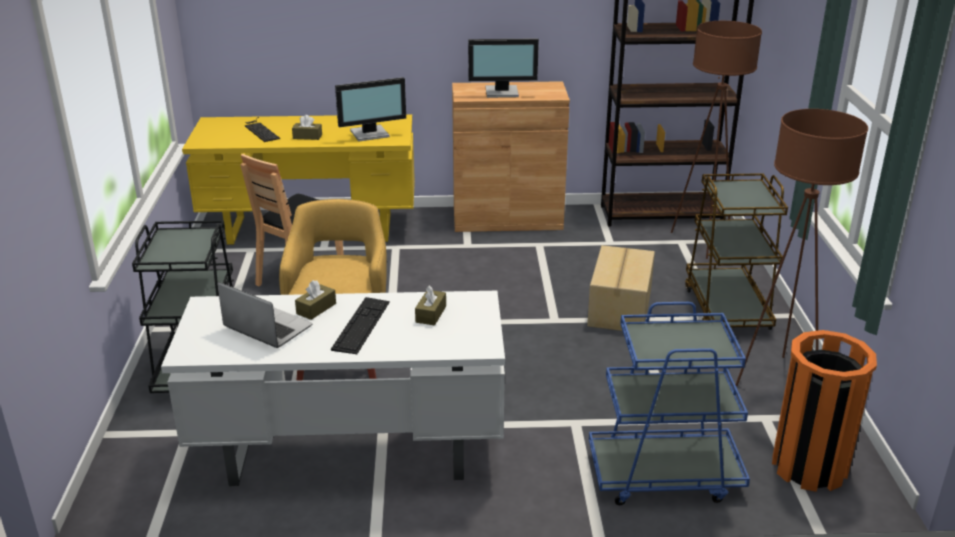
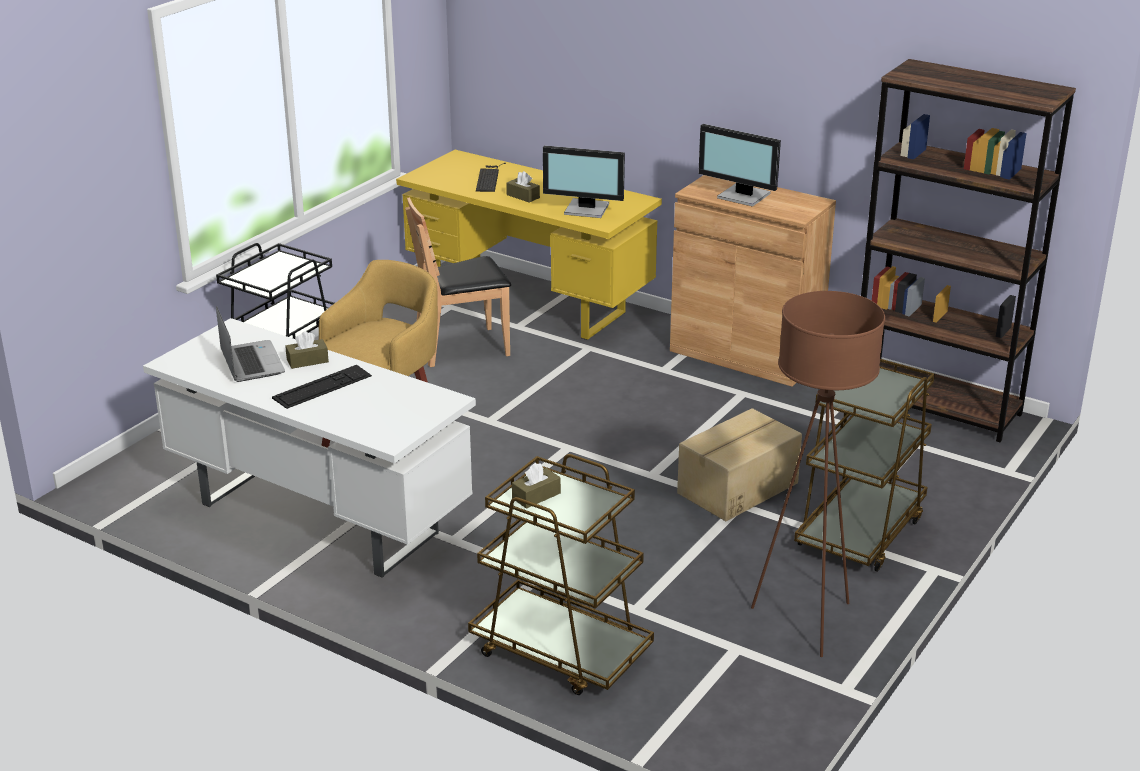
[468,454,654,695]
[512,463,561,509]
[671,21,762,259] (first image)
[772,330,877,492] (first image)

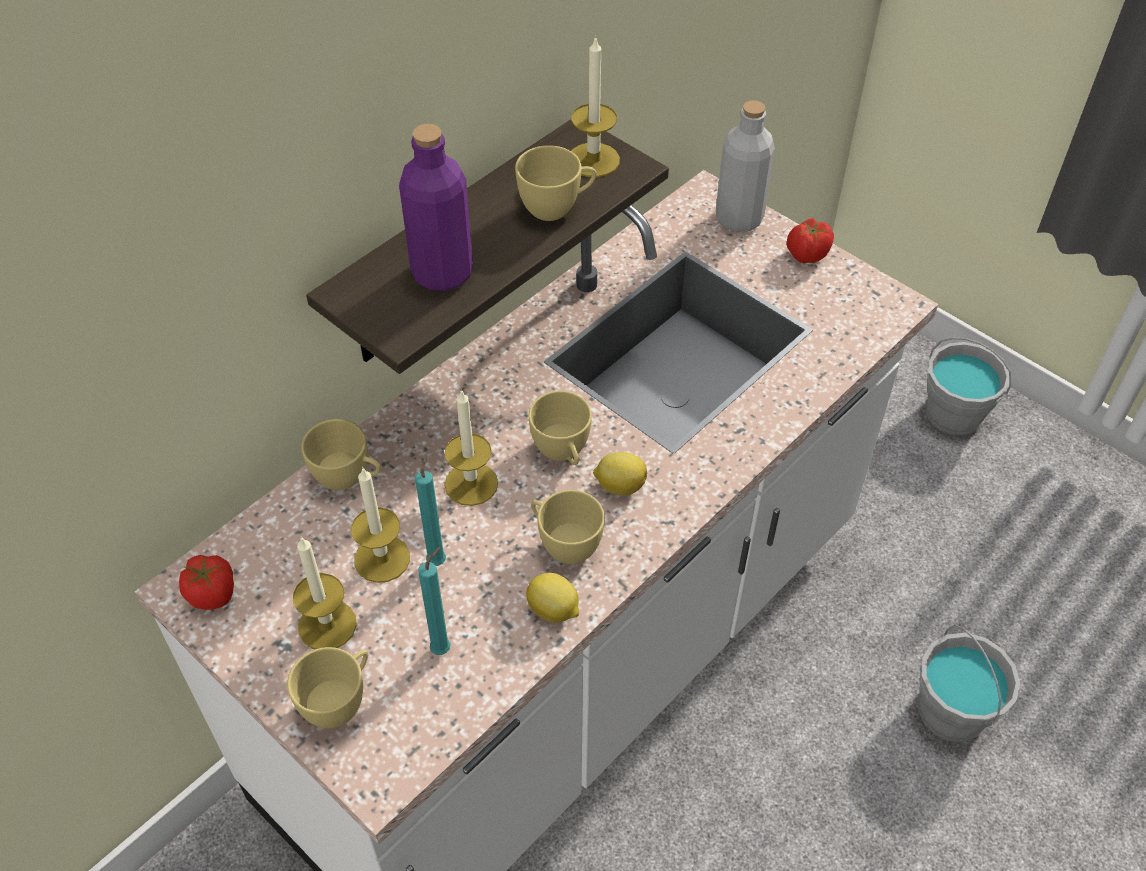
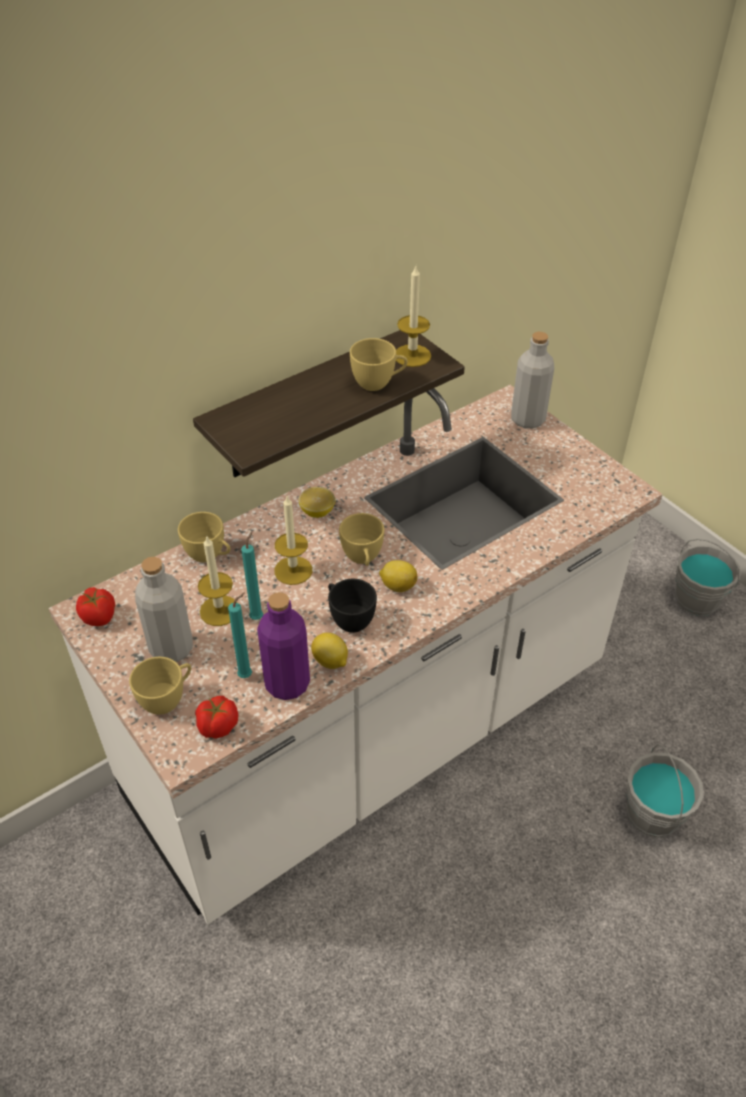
[135,557,193,662]
[195,696,238,739]
[257,592,310,700]
[299,487,336,518]
[328,579,377,633]

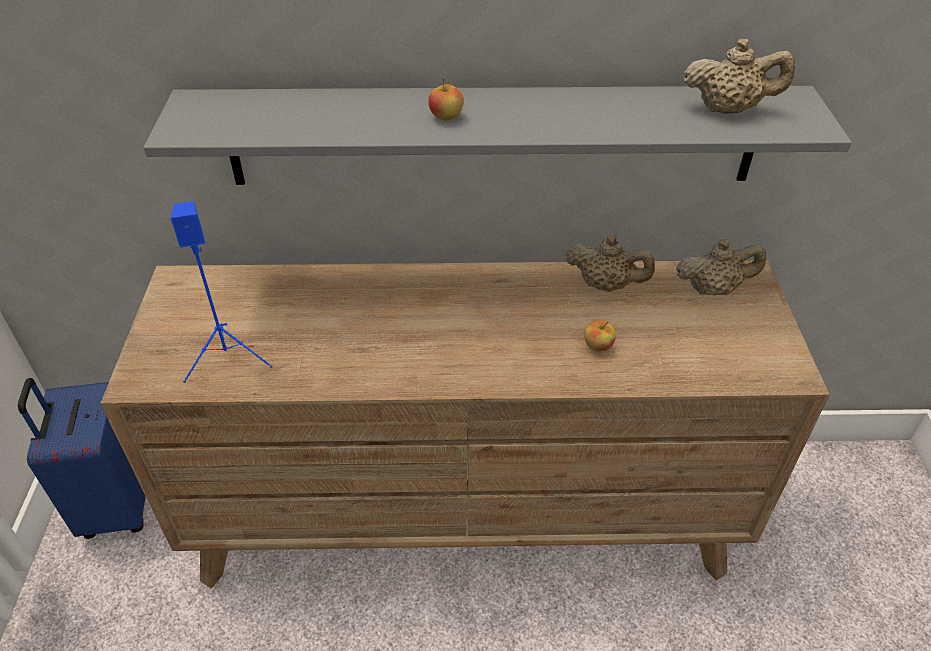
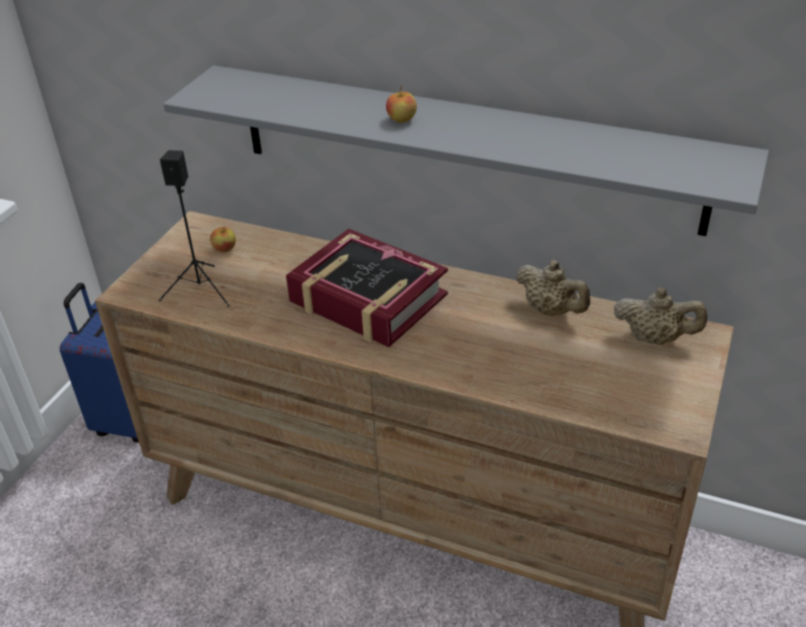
[159,150,230,307]
[210,227,236,252]
[286,229,448,347]
[684,39,795,114] (first image)

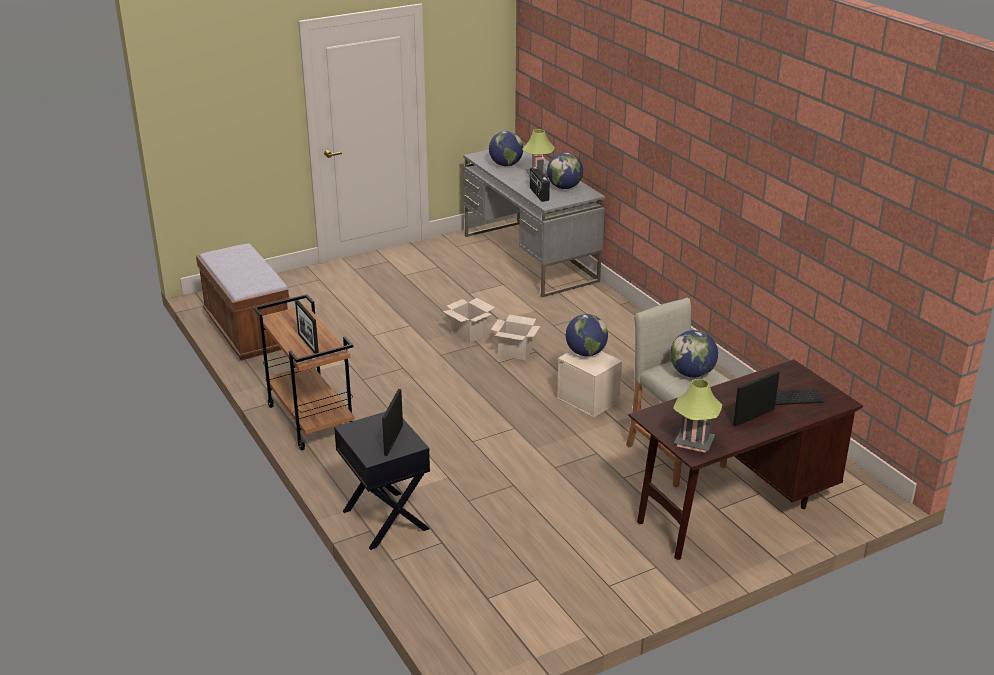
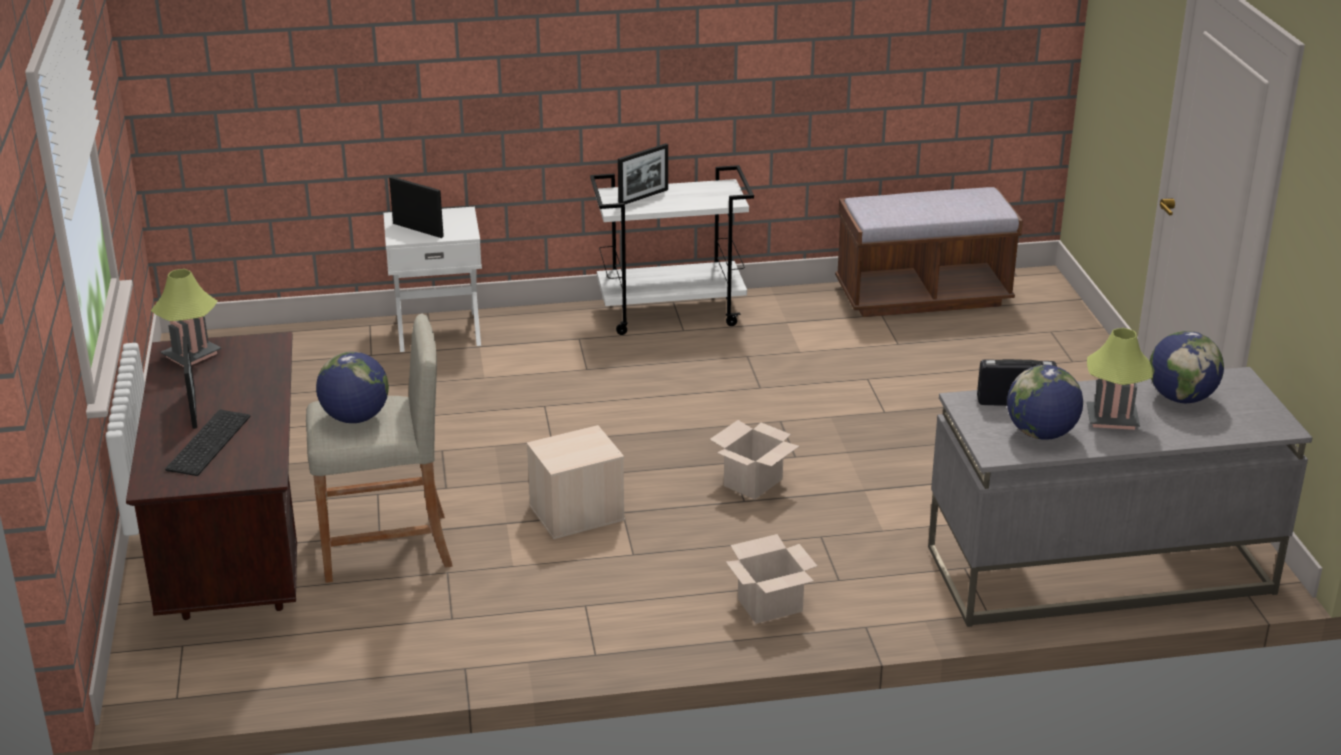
[383,207,482,352]
[590,165,754,335]
[618,143,668,204]
[726,534,817,624]
[566,314,608,356] (first image)

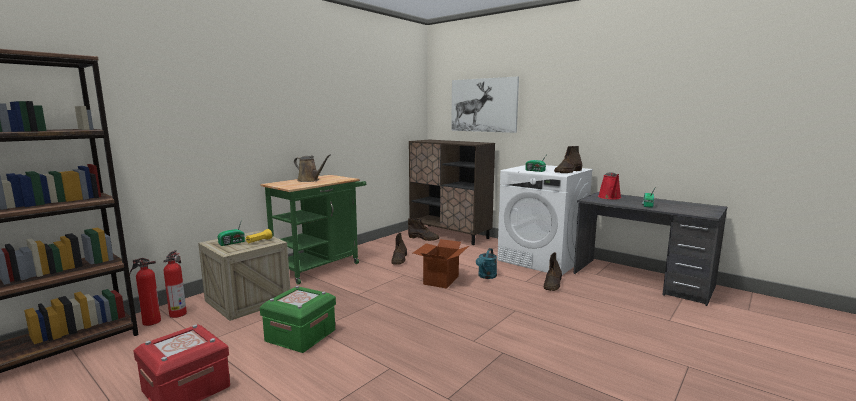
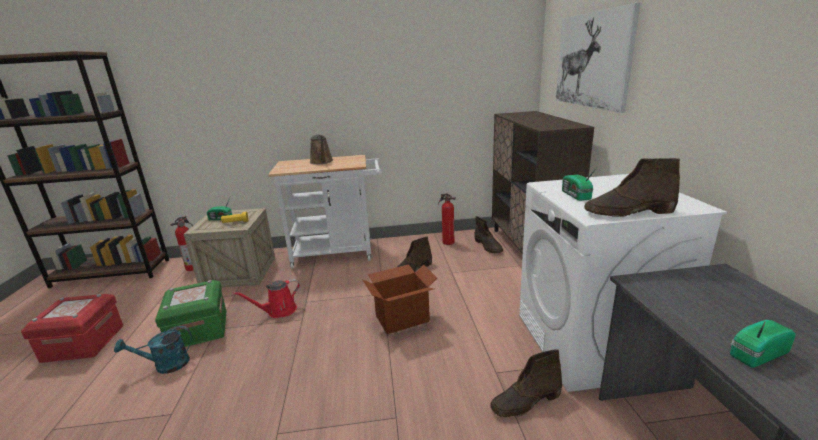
[114,326,192,374]
[234,279,300,318]
[268,155,381,269]
[438,194,456,245]

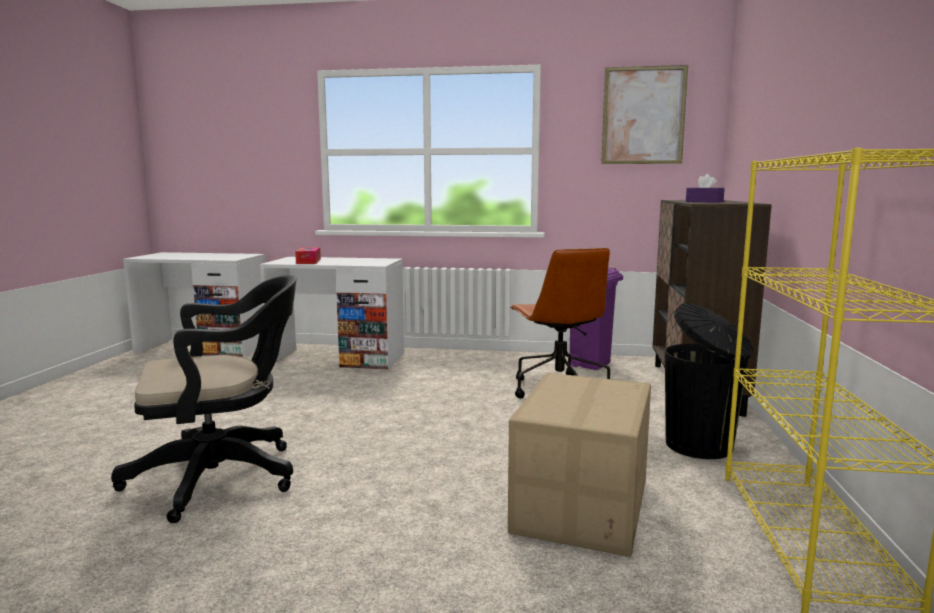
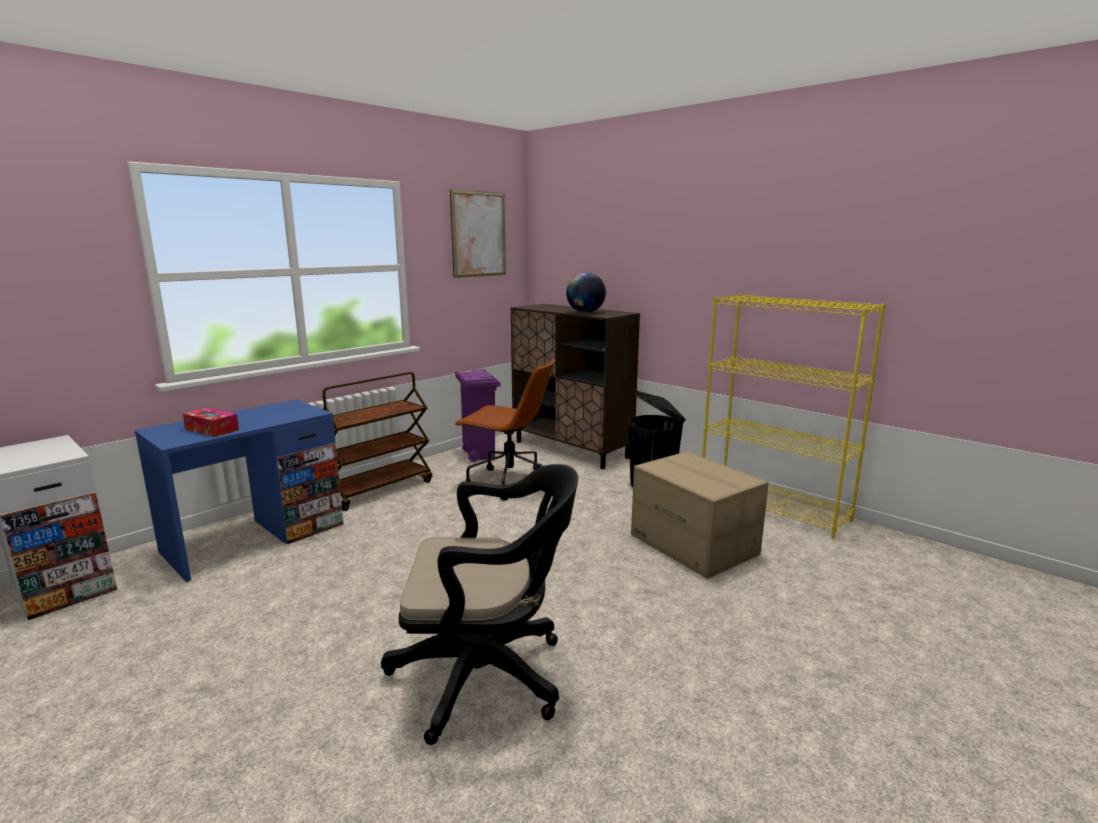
[134,399,344,582]
[323,372,432,511]
[381,464,578,745]
[566,272,606,313]

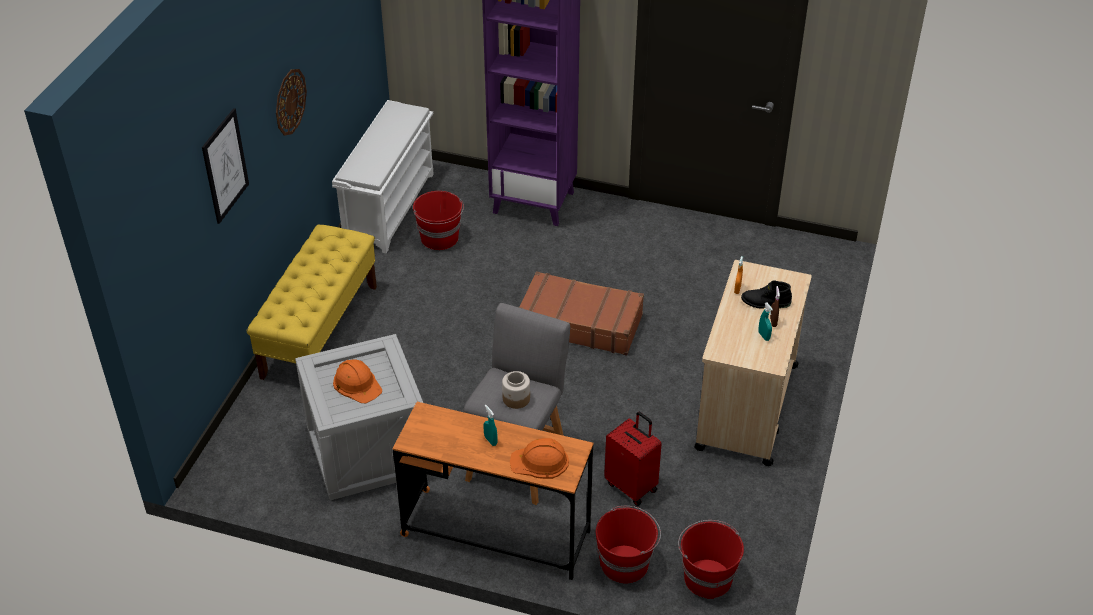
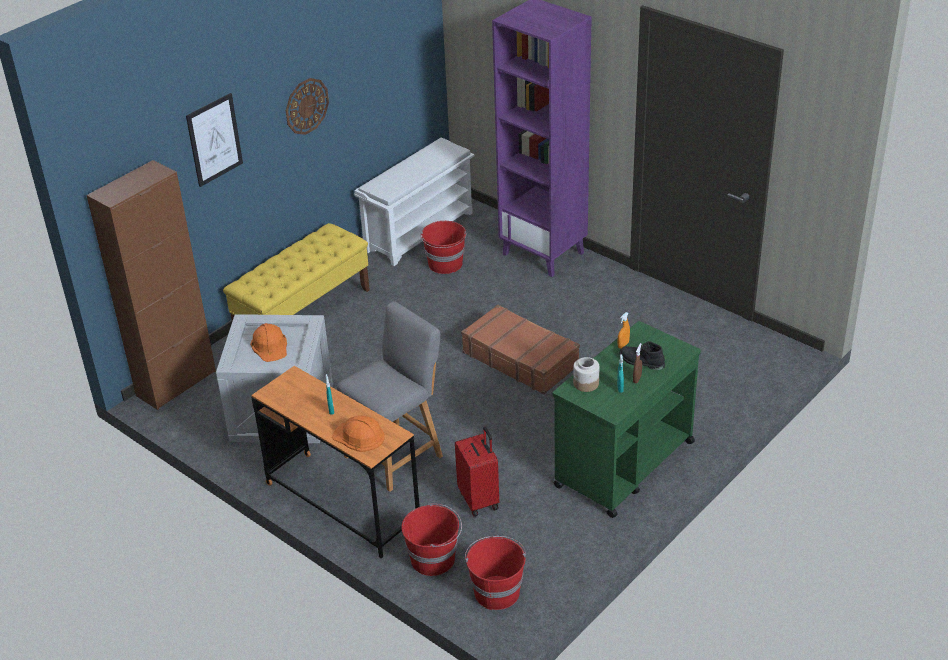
[86,160,216,410]
[553,321,701,518]
[573,357,599,392]

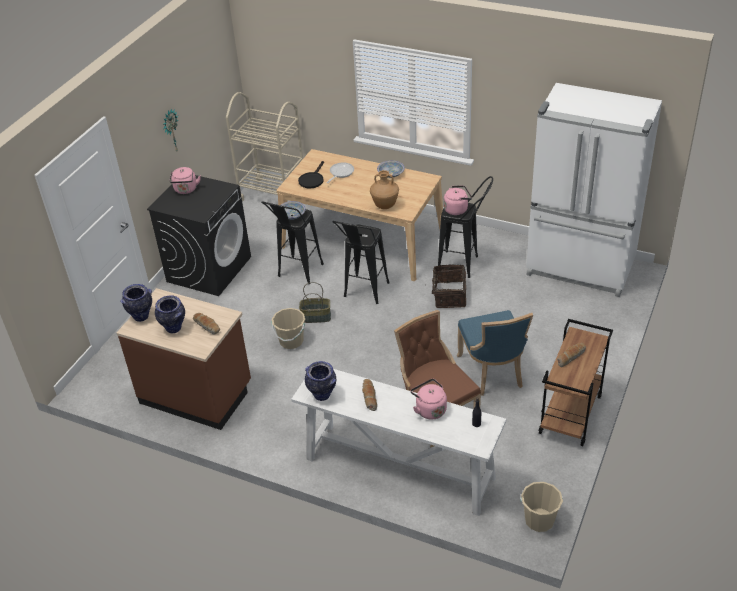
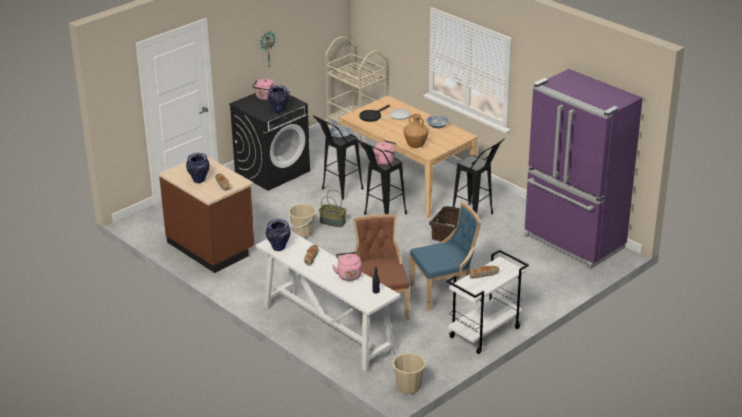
[266,85,290,113]
[373,140,396,165]
[409,202,481,310]
[446,250,529,354]
[524,69,643,269]

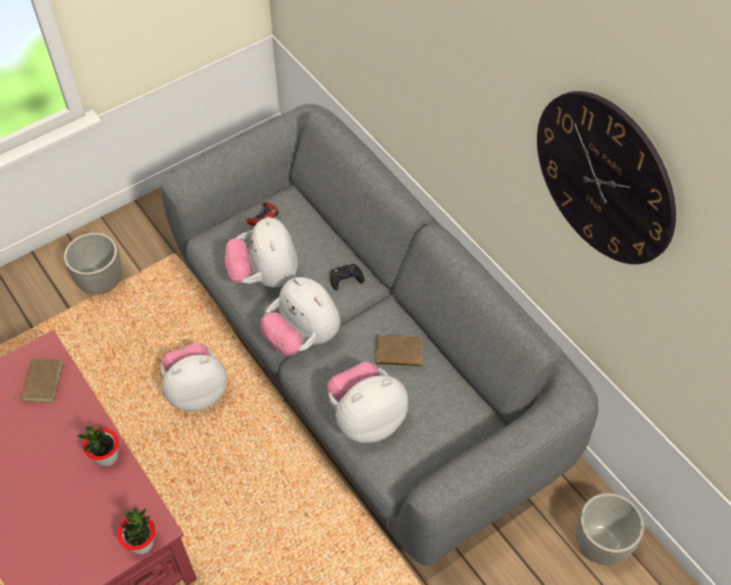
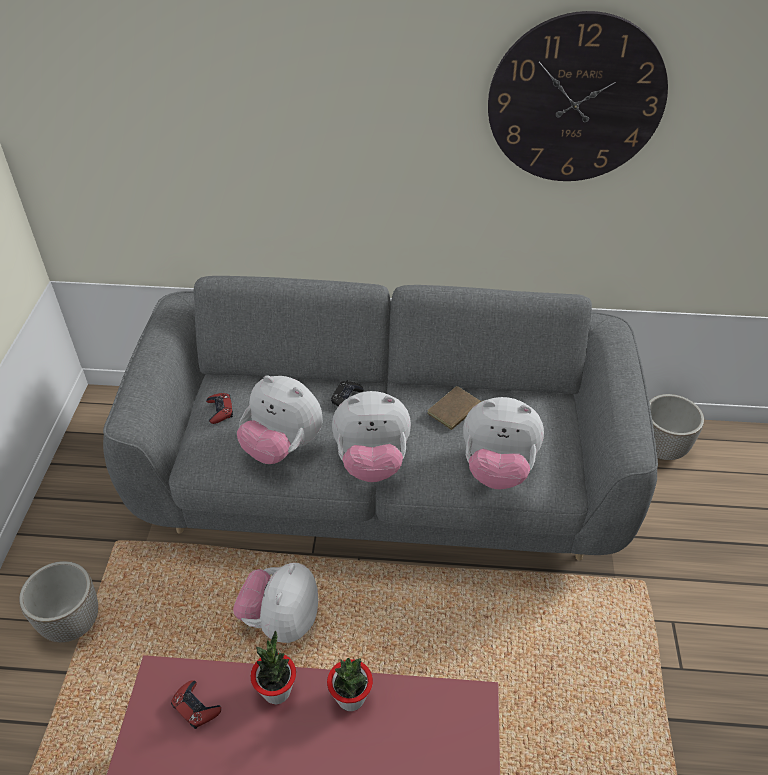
[171,680,221,729]
[251,630,296,704]
[463,397,544,490]

